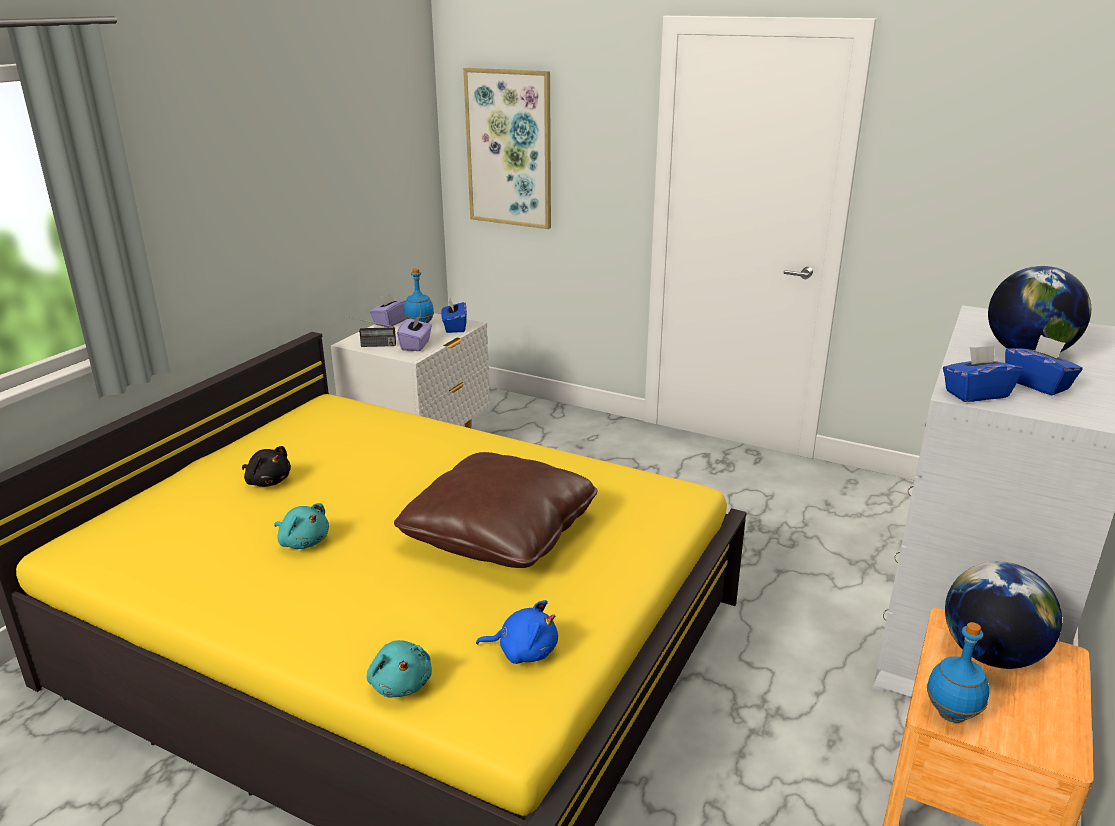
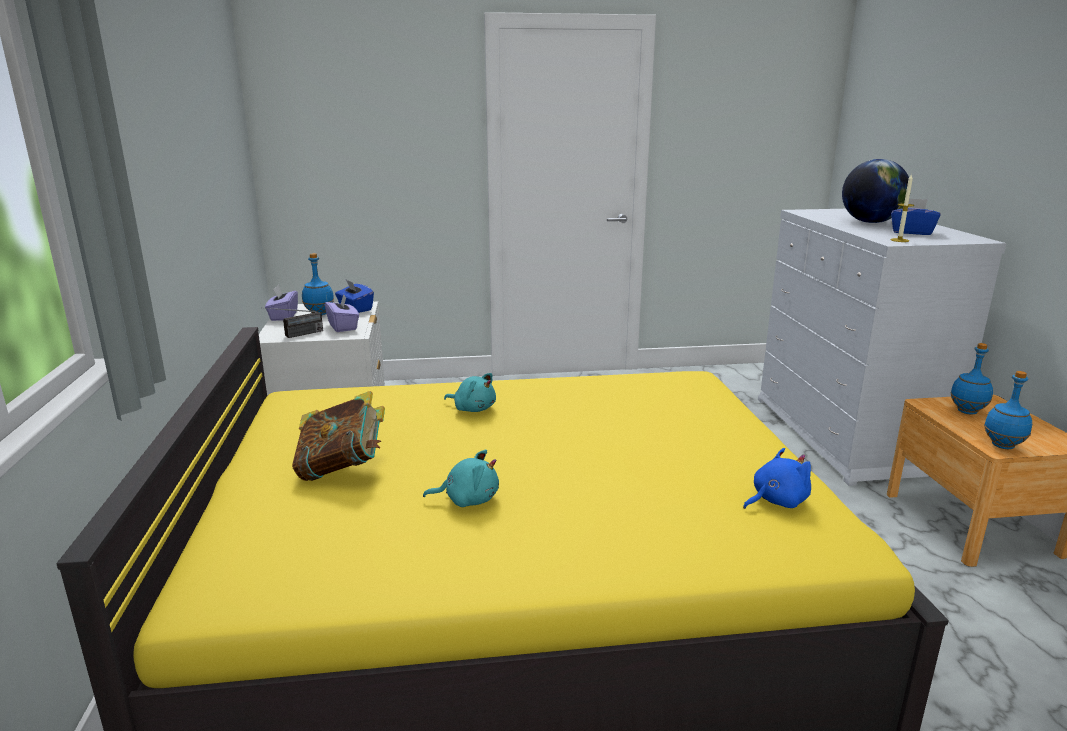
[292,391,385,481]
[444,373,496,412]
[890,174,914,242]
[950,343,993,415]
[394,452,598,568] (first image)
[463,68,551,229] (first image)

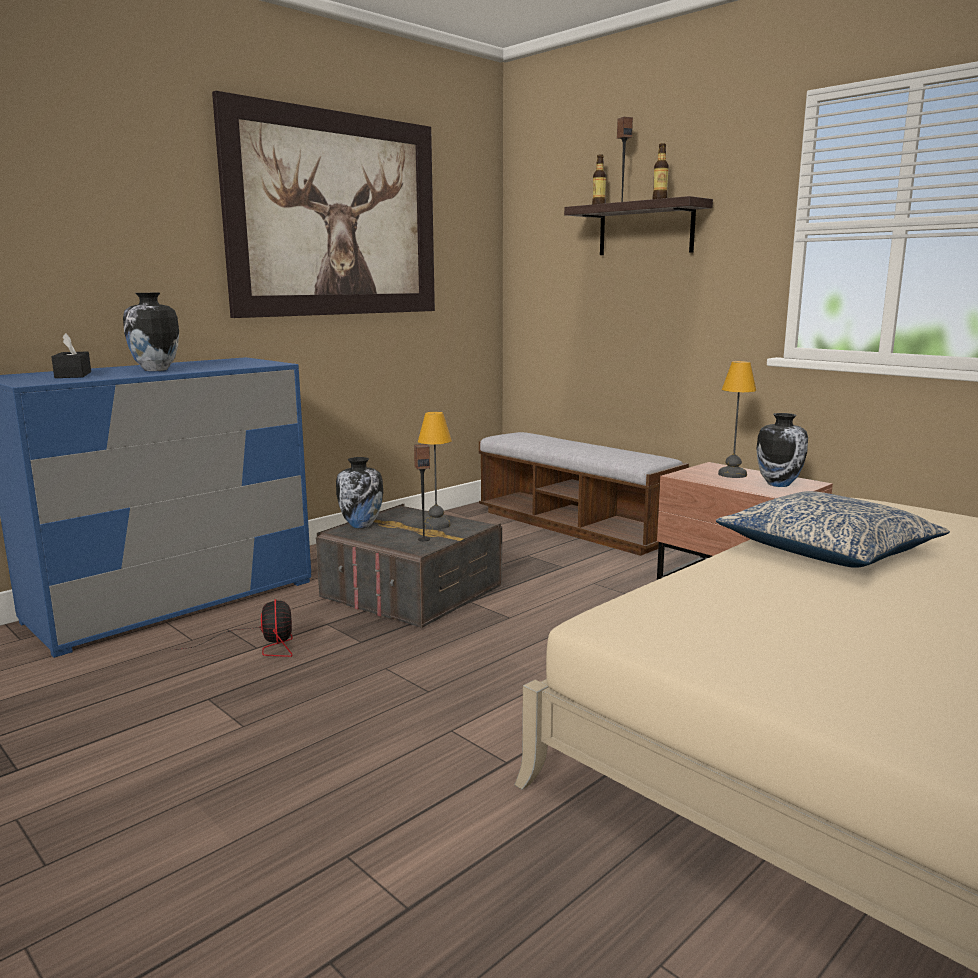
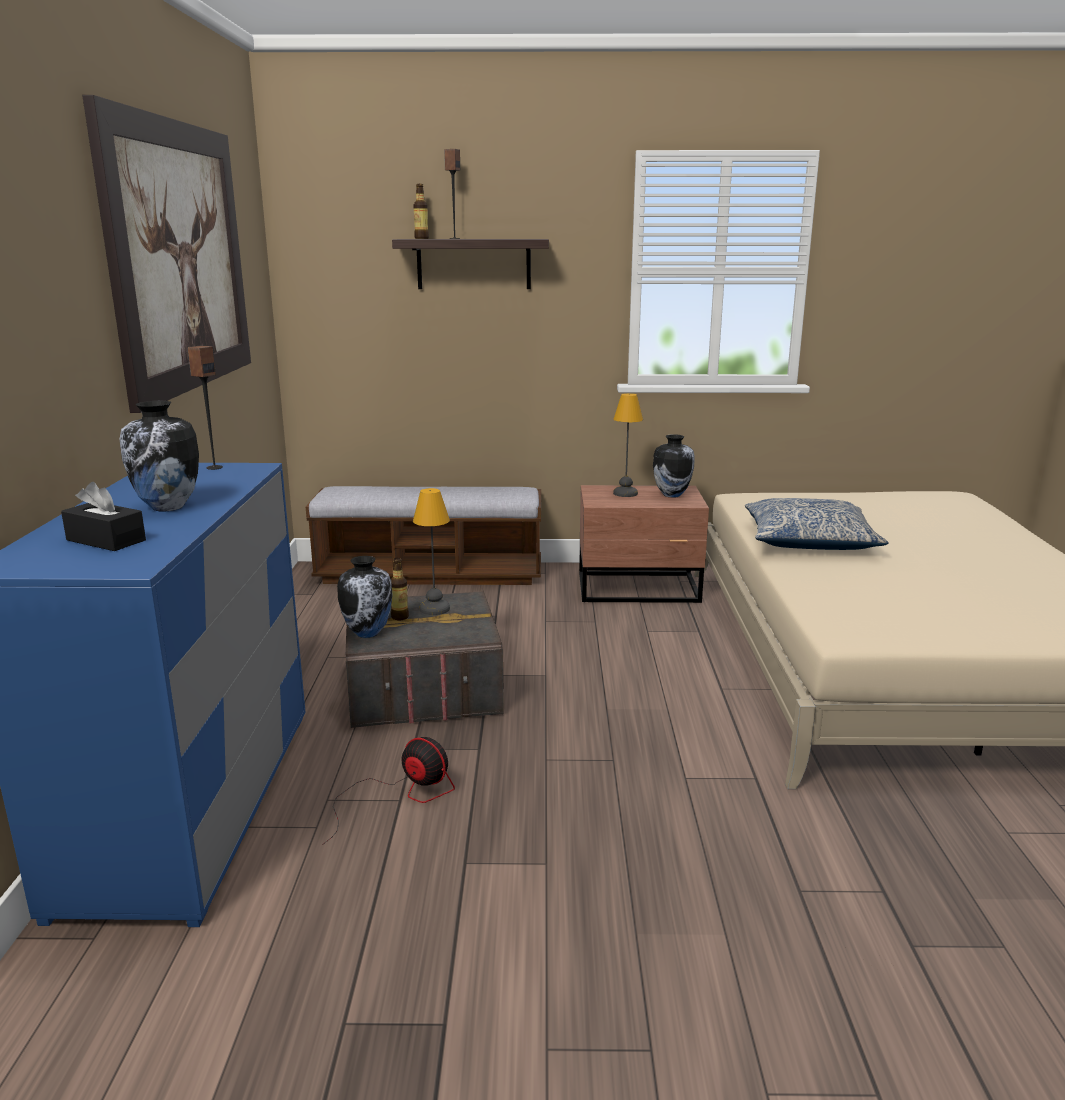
[187,345,223,470]
[391,557,409,620]

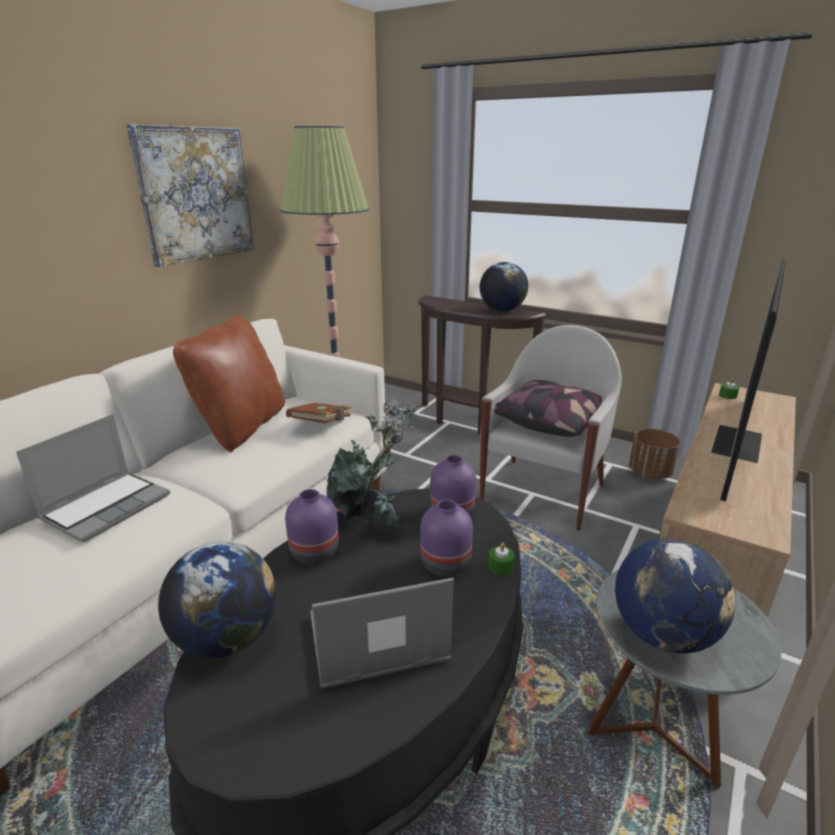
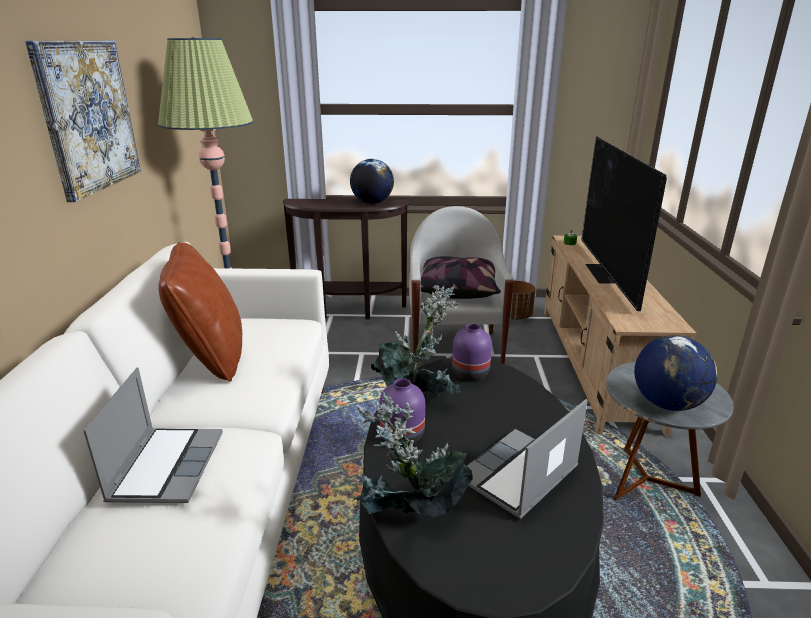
[354,392,473,517]
[286,403,351,423] (first image)
[420,499,473,577] (first image)
[488,542,515,576] (first image)

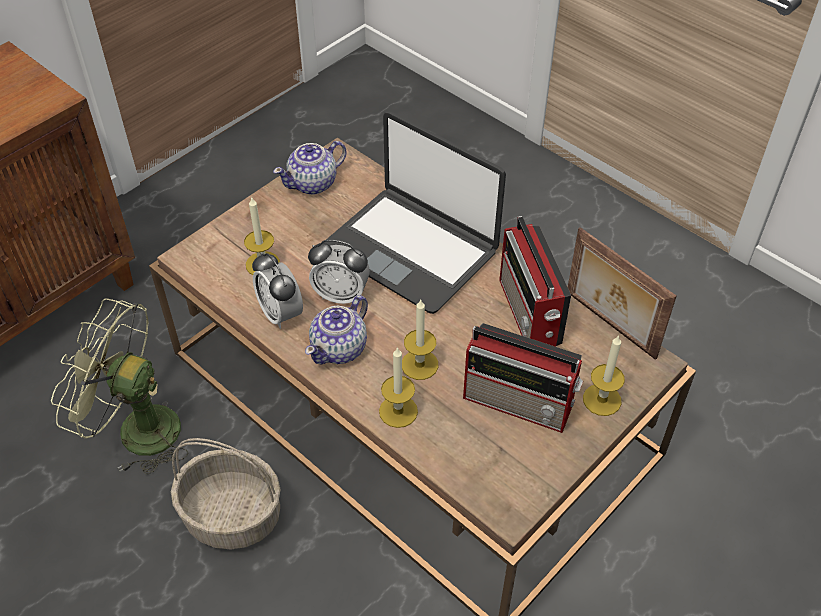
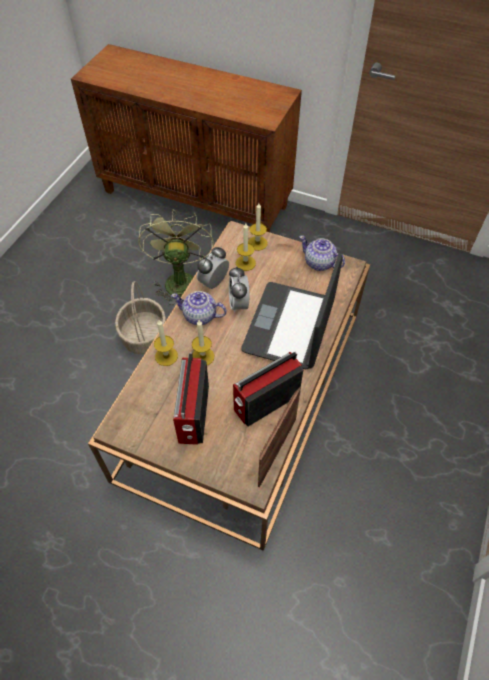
[248,203,268,251]

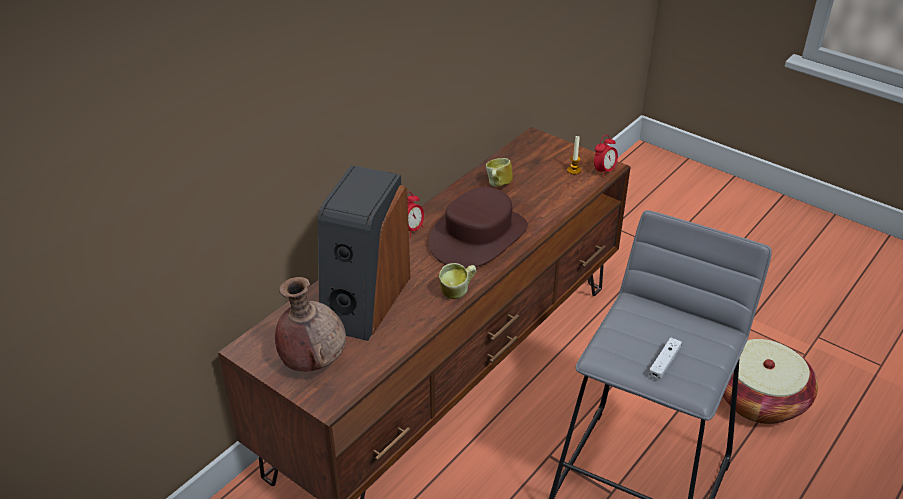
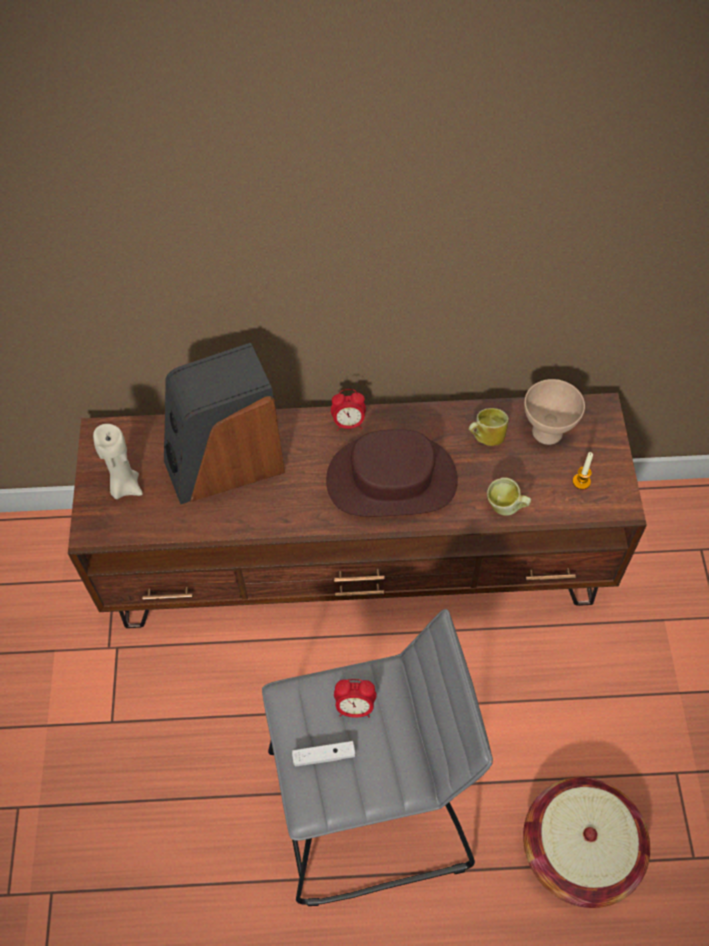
[93,424,143,499]
[334,679,376,718]
[487,477,531,516]
[524,379,585,445]

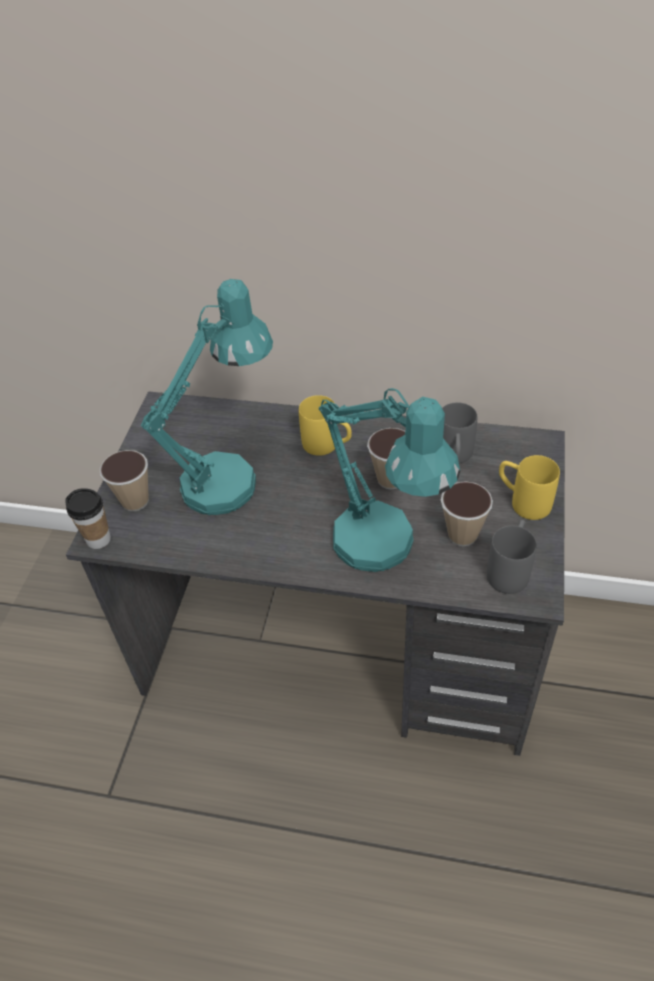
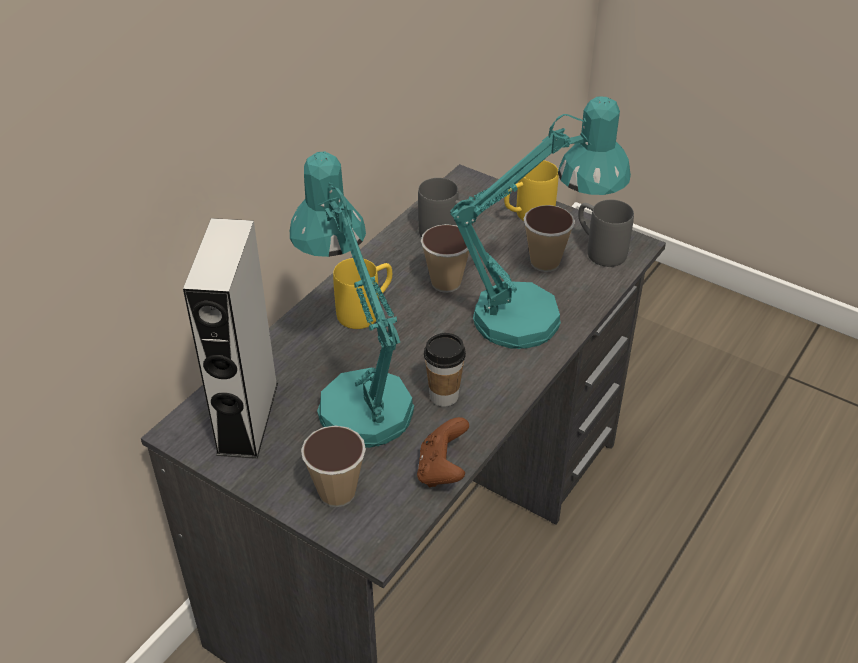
[183,218,278,459]
[417,417,469,487]
[424,333,466,407]

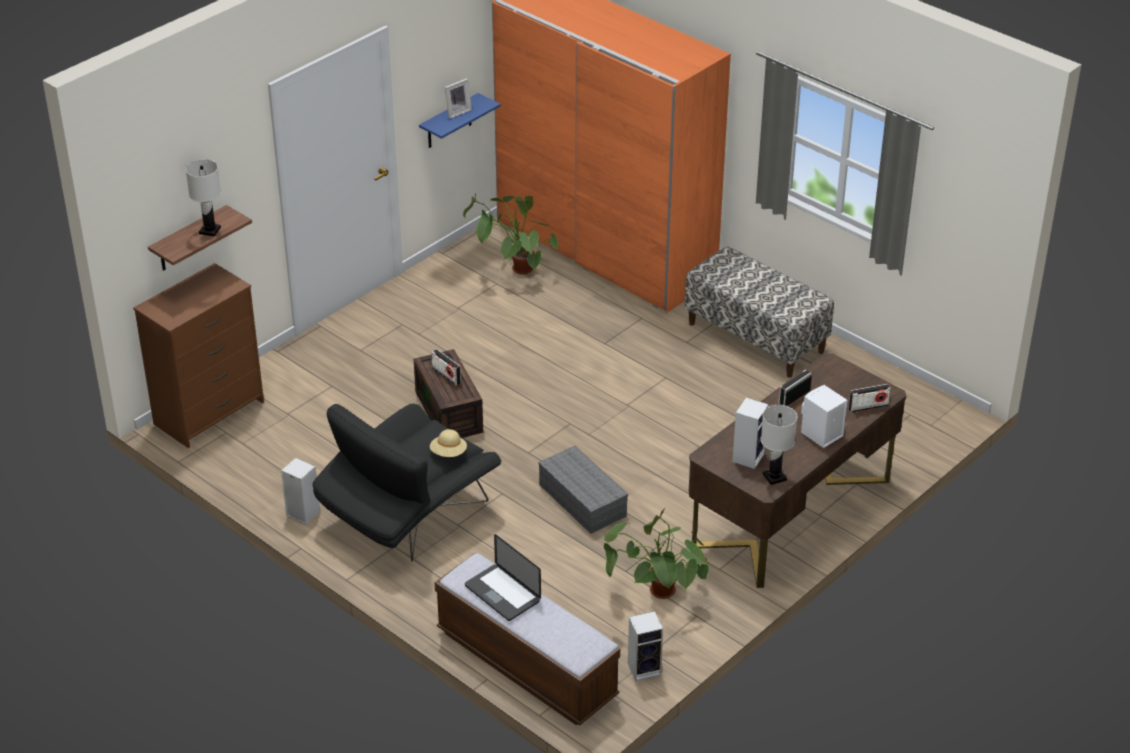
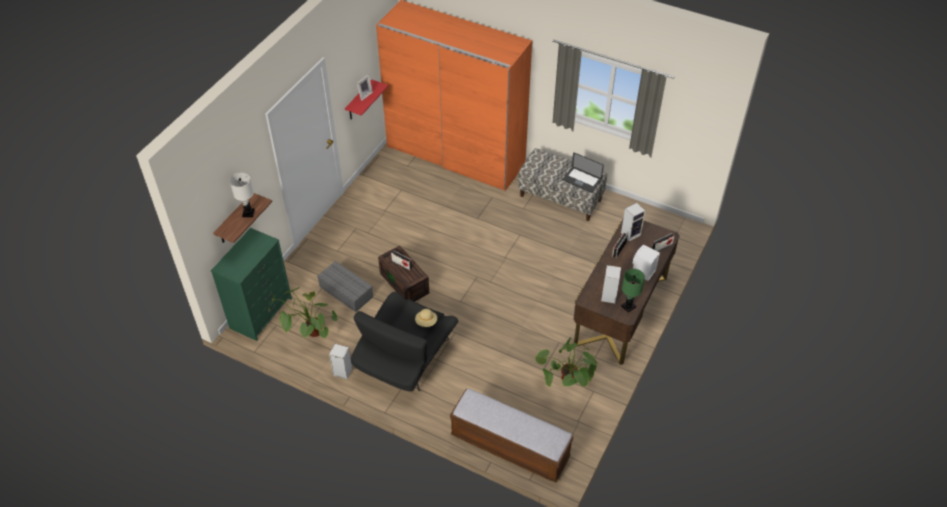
[211,228,292,341]
[268,287,338,338]
[317,261,373,312]
[345,80,388,119]
[562,152,604,193]
[621,203,645,241]
[621,269,645,313]

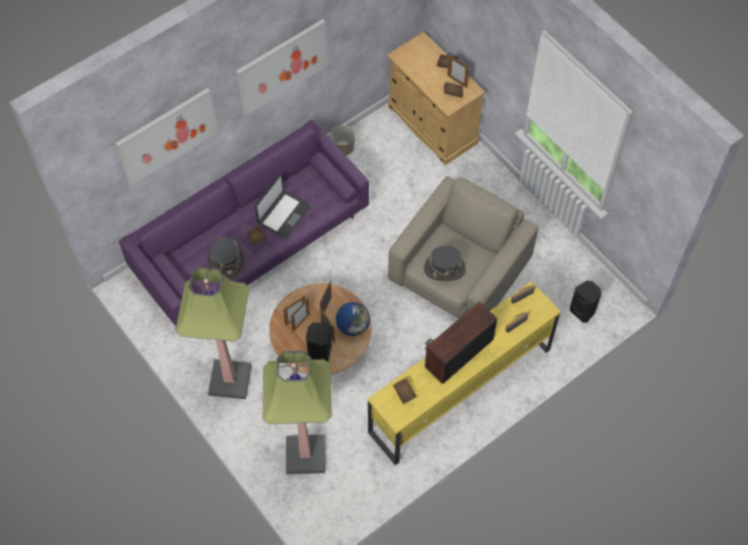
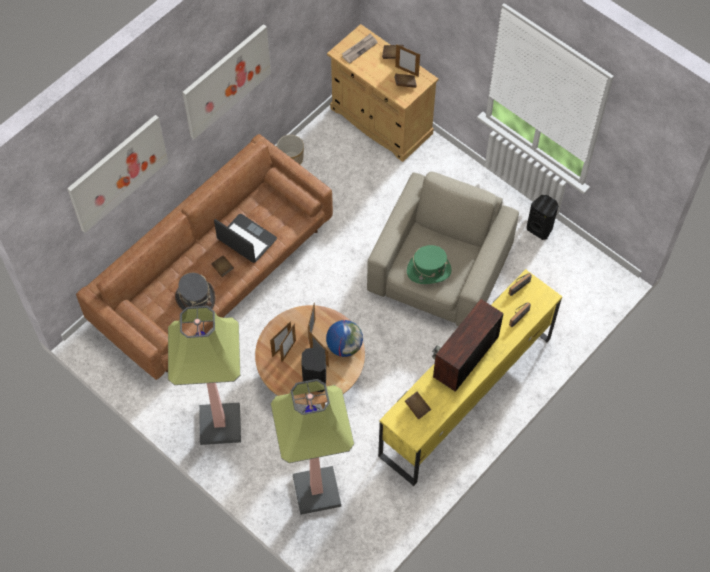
[76,134,333,380]
[214,214,277,263]
[342,33,378,64]
[407,245,451,284]
[527,195,558,240]

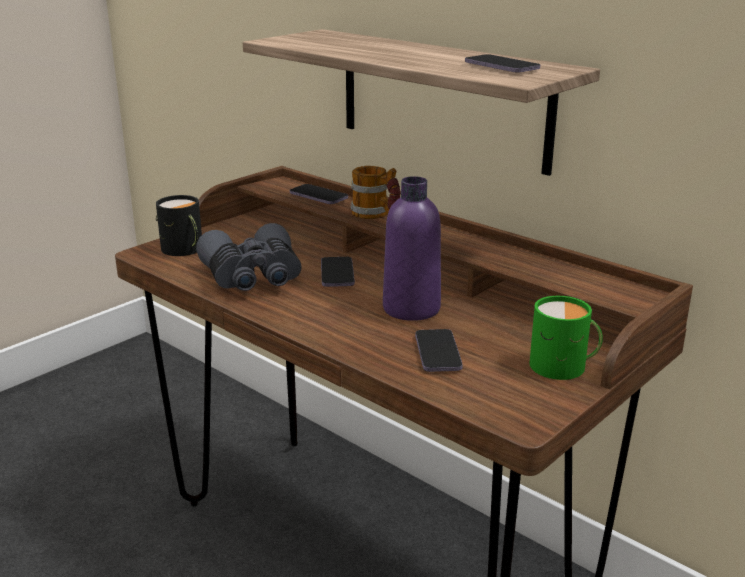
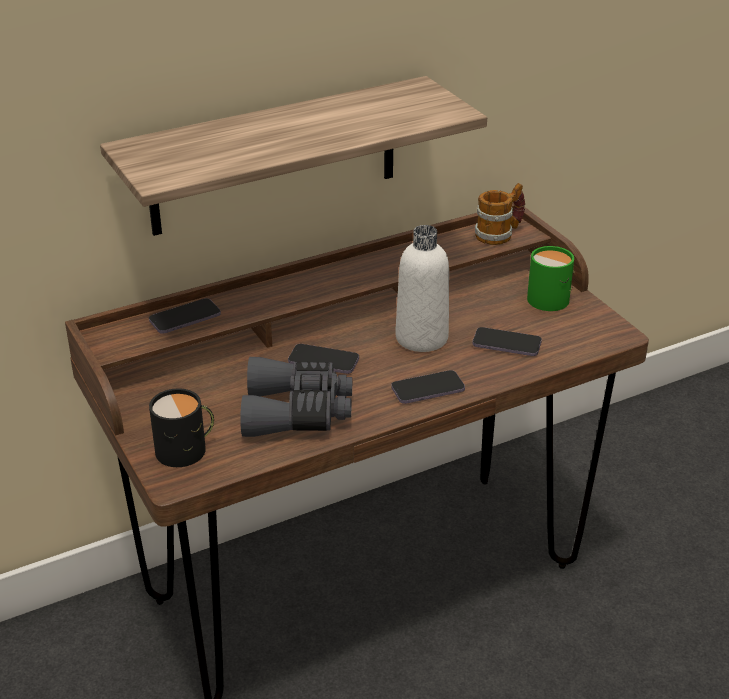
[391,370,465,404]
[395,225,449,352]
[475,183,525,245]

